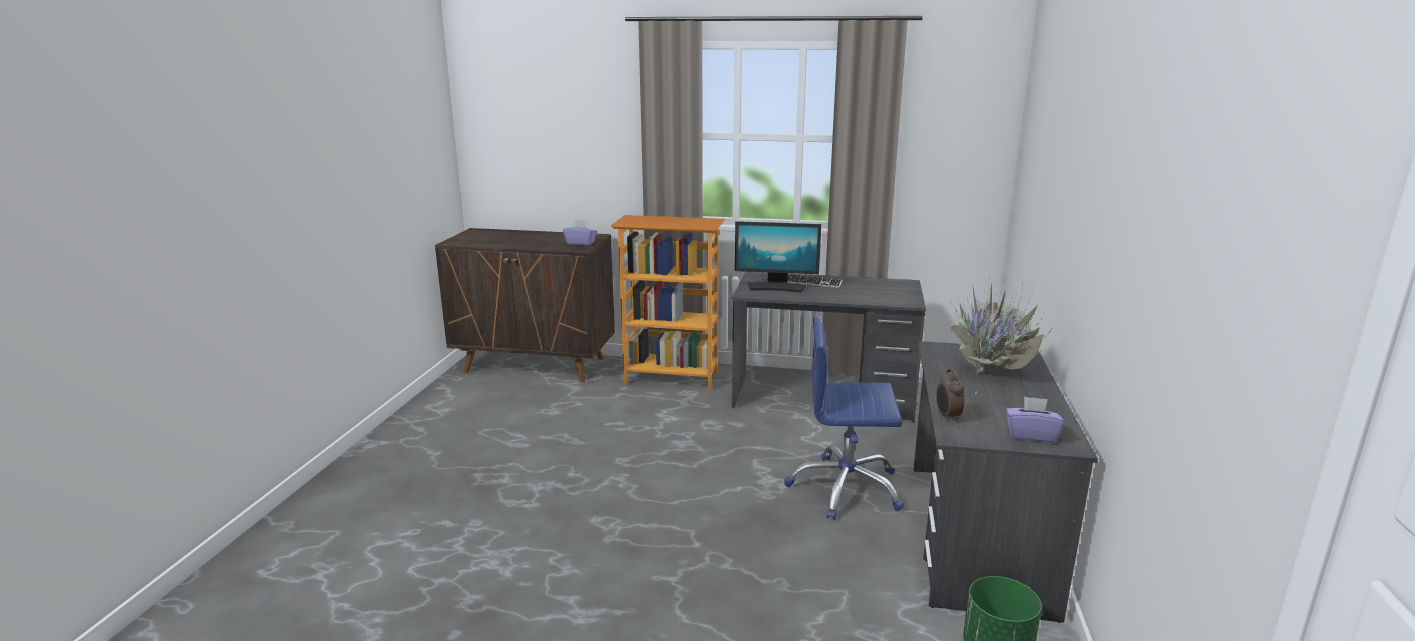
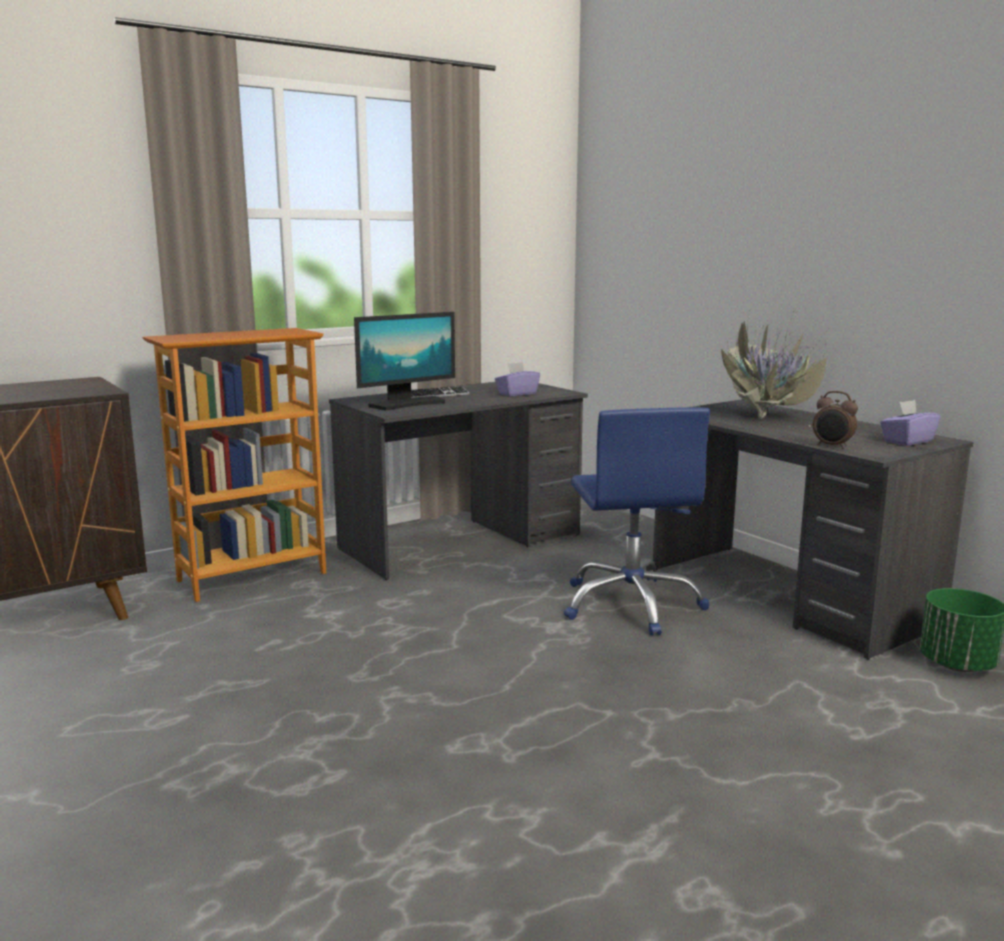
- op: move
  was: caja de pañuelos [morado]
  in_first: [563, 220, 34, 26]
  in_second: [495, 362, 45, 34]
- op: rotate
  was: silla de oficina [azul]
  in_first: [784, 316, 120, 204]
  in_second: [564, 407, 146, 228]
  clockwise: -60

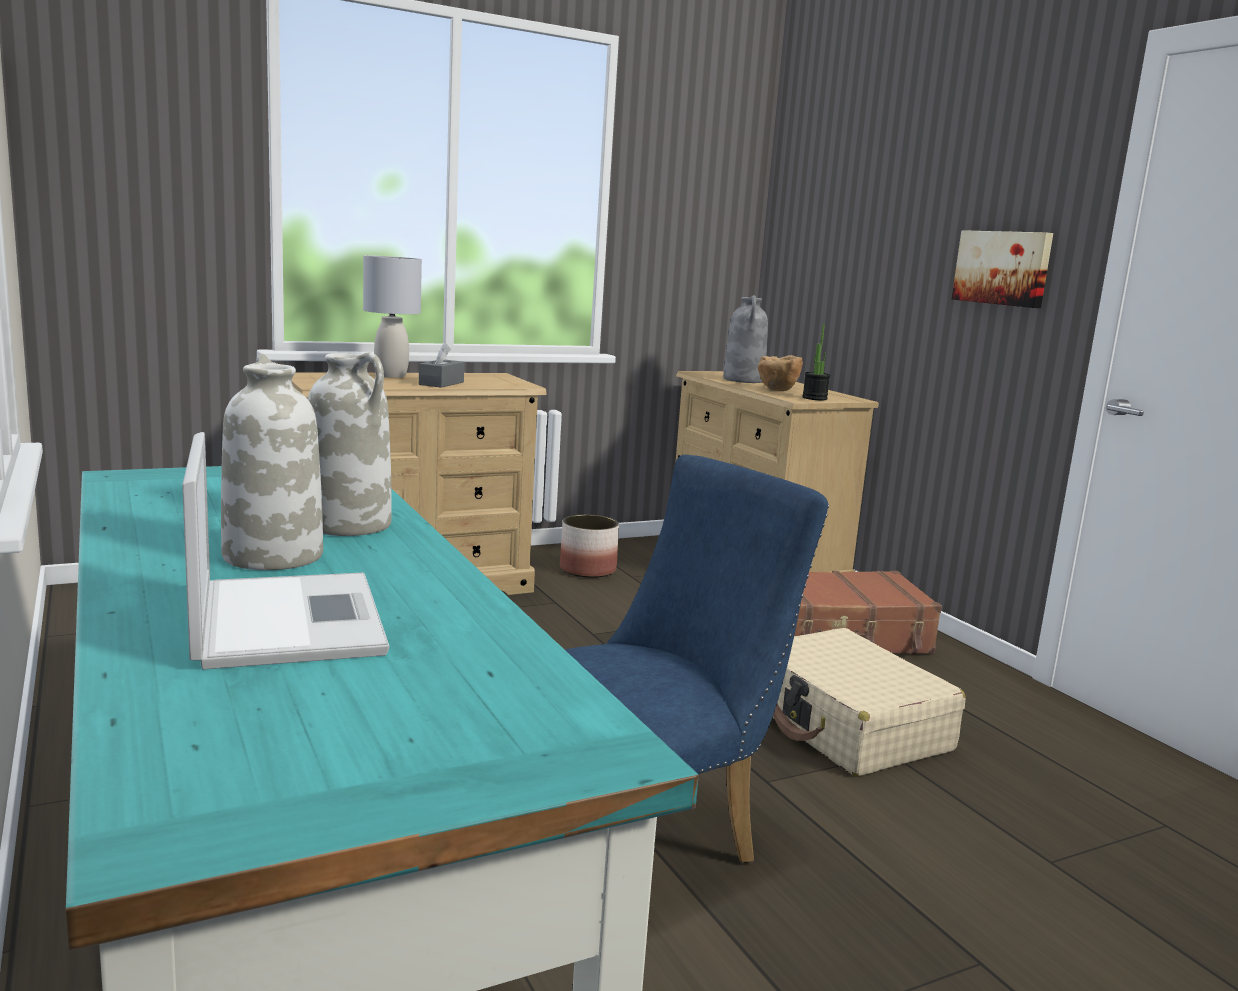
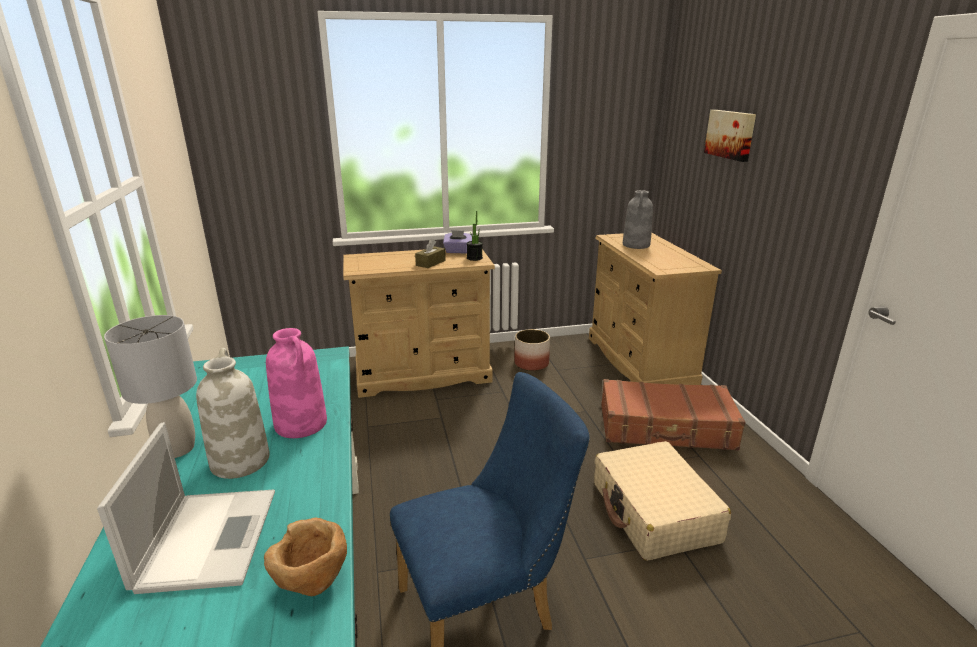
- op: insert
  now: caja de pañuelos [morado]
  in_second: [443, 230, 29, 24]
- op: move
  was: lámpara de mesa [gris]
  in_first: [363, 255, 59, 123]
  in_second: [104, 315, 93, 143]
- op: move
  was: cuenco [marrón]
  in_first: [758, 355, 45, 36]
  in_second: [264, 518, 83, 78]
- op: move
  was: planta en maceta
  in_first: [802, 324, 28, 76]
  in_second: [467, 211, 16, 50]
- op: move
  was: cuadro
  in_first: [952, 230, 101, 78]
  in_second: [704, 110, 52, 52]
- op: recolor
  was: florero [blanco]
  now: florero [rosa]
  in_first: [308, 352, 84, 184]
  in_second: [266, 328, 61, 110]
- op: recolor
  was: caja de pañuelos [gris]
  now: caja de pañuelos [marrón]
  in_first: [419, 342, 45, 46]
  in_second: [415, 239, 31, 29]

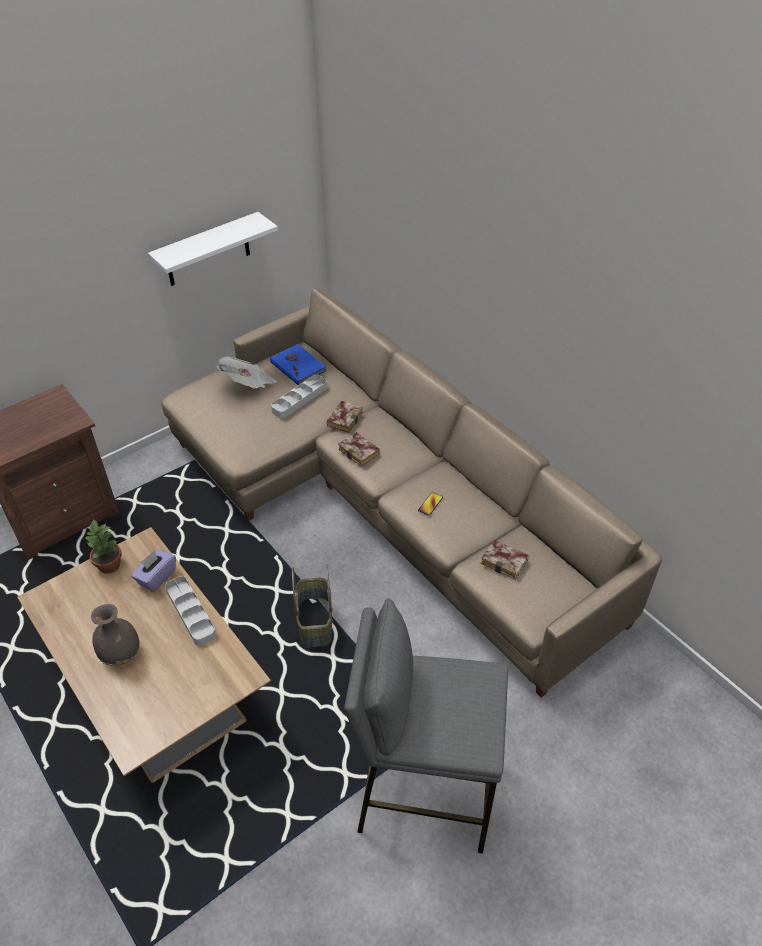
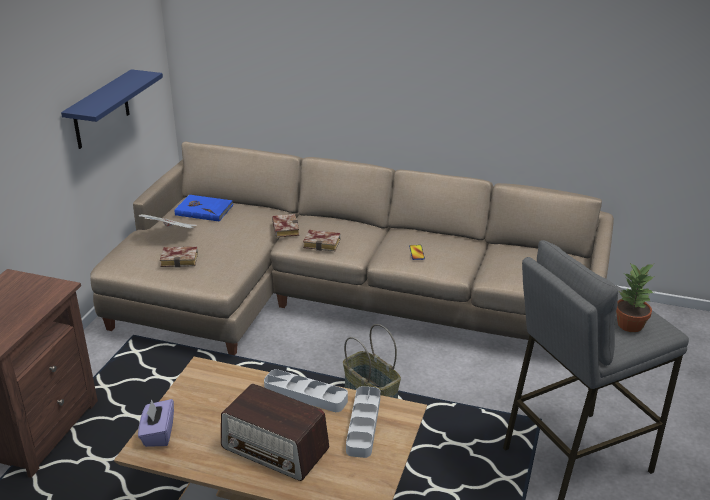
- op: move
  was: planta en maceta
  in_first: [86, 519, 36, 55]
  in_second: [616, 263, 38, 69]
- op: move
  was: caja de pañuelos [morado]
  in_first: [131, 549, 45, 43]
  in_second: [138, 399, 36, 48]
- op: move
  was: bandeja [gris]
  in_first: [271, 375, 56, 43]
  in_second: [346, 386, 34, 72]
- op: move
  was: libro
  in_first: [481, 539, 48, 41]
  in_second: [160, 247, 38, 21]
- op: replace
  was: florero [gris]
  now: radio
  in_first: [91, 604, 48, 62]
  in_second: [221, 384, 108, 97]
- op: recolor
  was: estante [blanco]
  now: estante [azul]
  in_first: [148, 212, 130, 74]
  in_second: [61, 69, 102, 80]

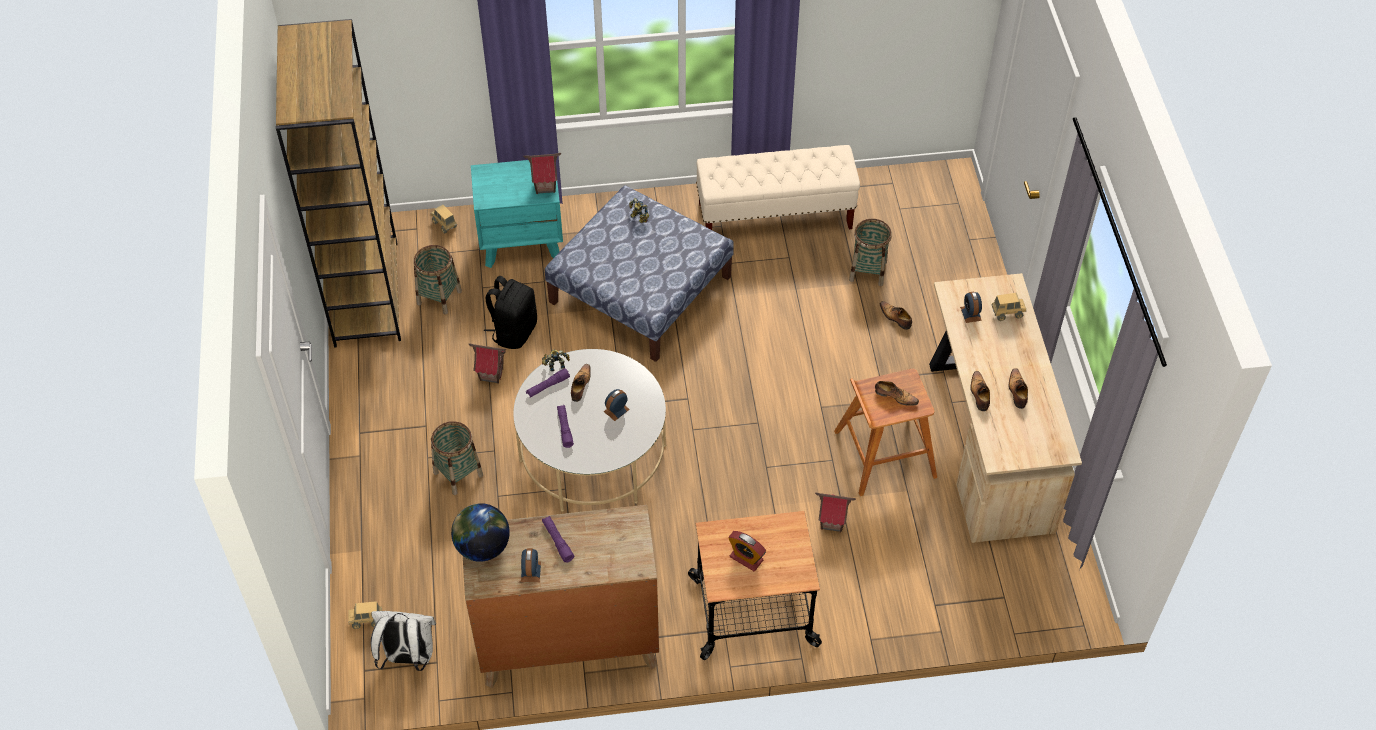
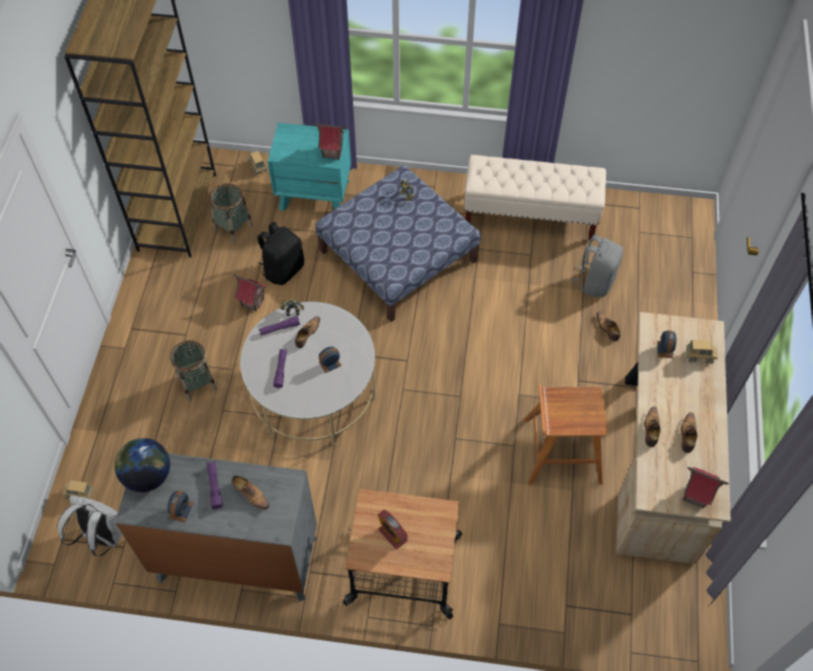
- op: move
  was: casita
  in_first: [815, 493, 41, 39]
  in_second: [683, 467, 46, 42]
- op: move
  was: zapato
  in_first: [875, 381, 44, 25]
  in_second: [232, 475, 37, 35]
- op: replace
  was: cesta
  now: mochila [gris]
  in_first: [849, 219, 43, 67]
  in_second: [570, 235, 53, 62]
- op: recolor
  was: cómoda [marrón]
  now: cómoda [gris]
  in_first: [463, 505, 196, 183]
  in_second: [115, 453, 202, 149]

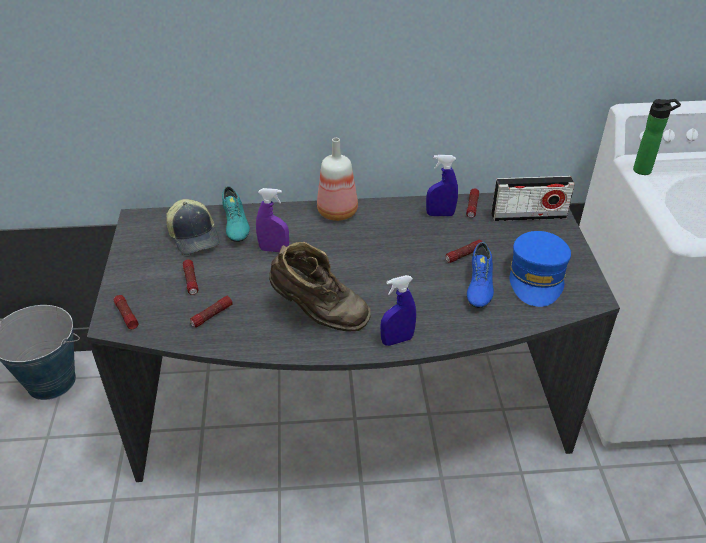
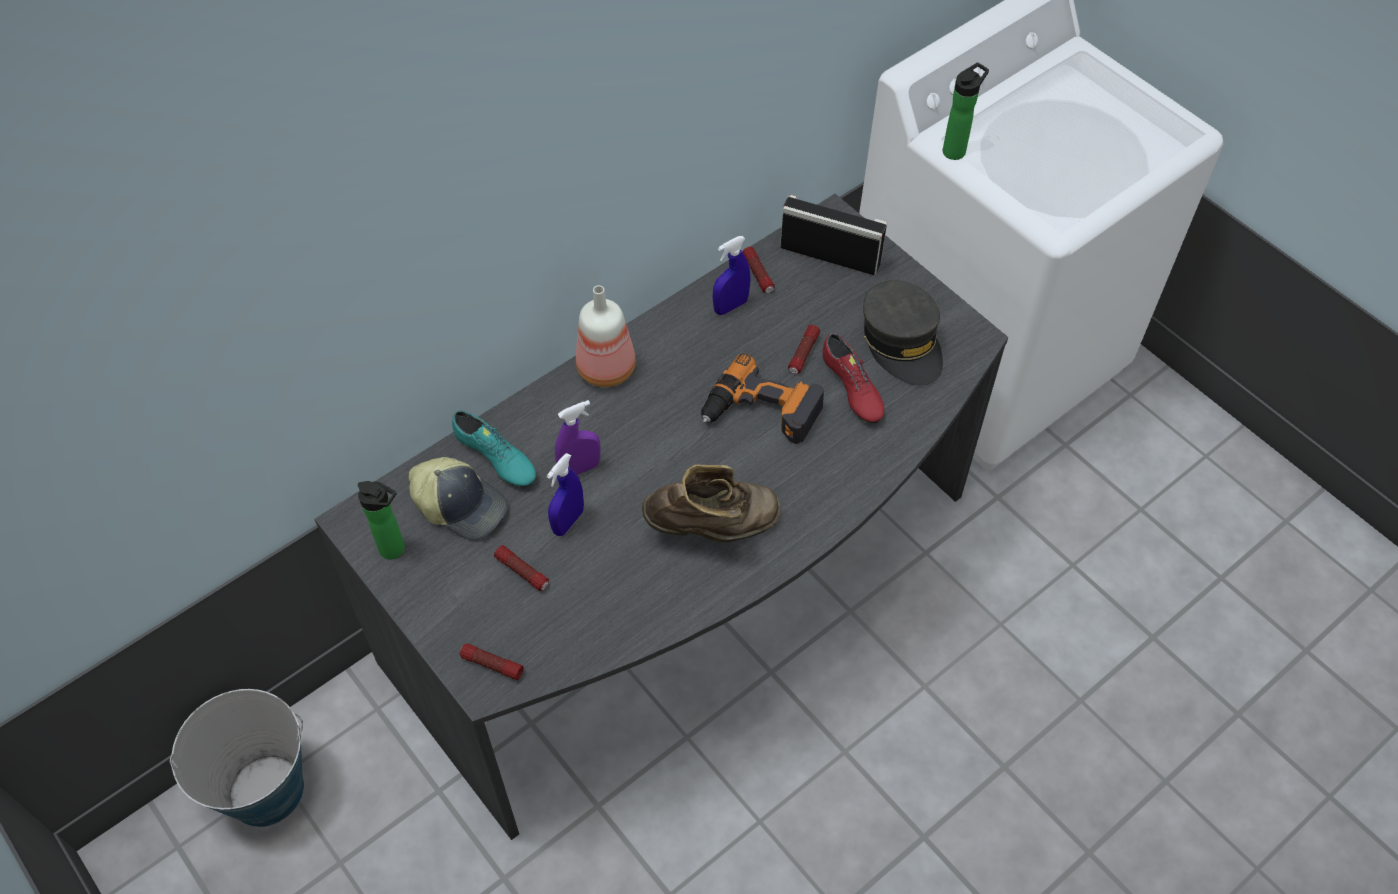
- op: delete
  was: linterna
  in_first: [190, 296, 43, 31]
- op: insert
  now: botella
  in_second: [357, 481, 48, 78]
- op: insert
  now: taladro
  in_second: [701, 354, 123, 90]
- op: move
  was: pulverizador [azul]
  in_first: [380, 275, 36, 71]
  in_second: [547, 453, 37, 83]
- op: recolor
  was: zapato [azul]
  now: zapato [rojo]
  in_first: [467, 242, 27, 66]
  in_second: [823, 333, 61, 90]
- op: recolor
  was: gorra [azul]
  now: gorra [gris]
  in_first: [510, 231, 61, 76]
  in_second: [863, 280, 80, 106]
- op: rotate
  was: radio
  in_first: [491, 176, 84, 45]
  in_second: [780, 195, 107, 80]
  clockwise: -120

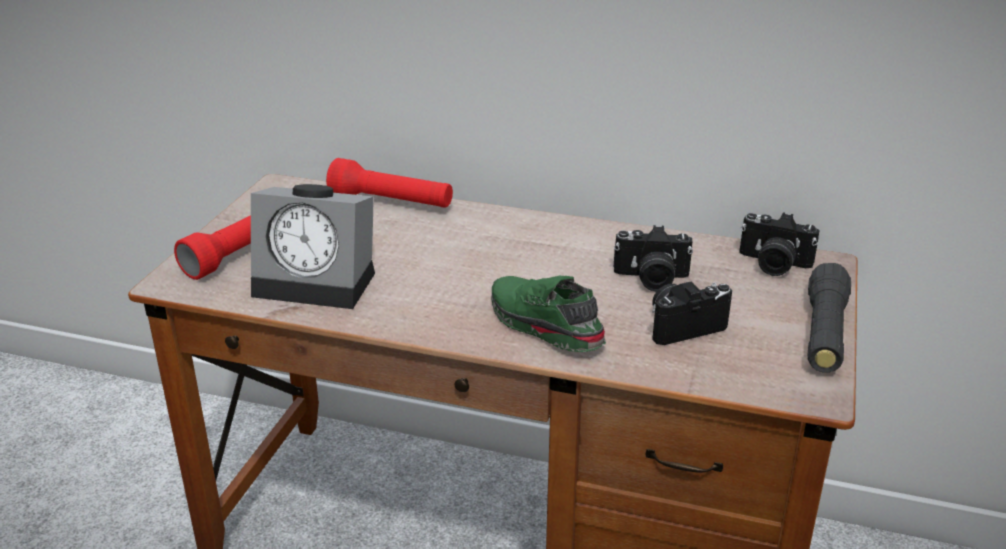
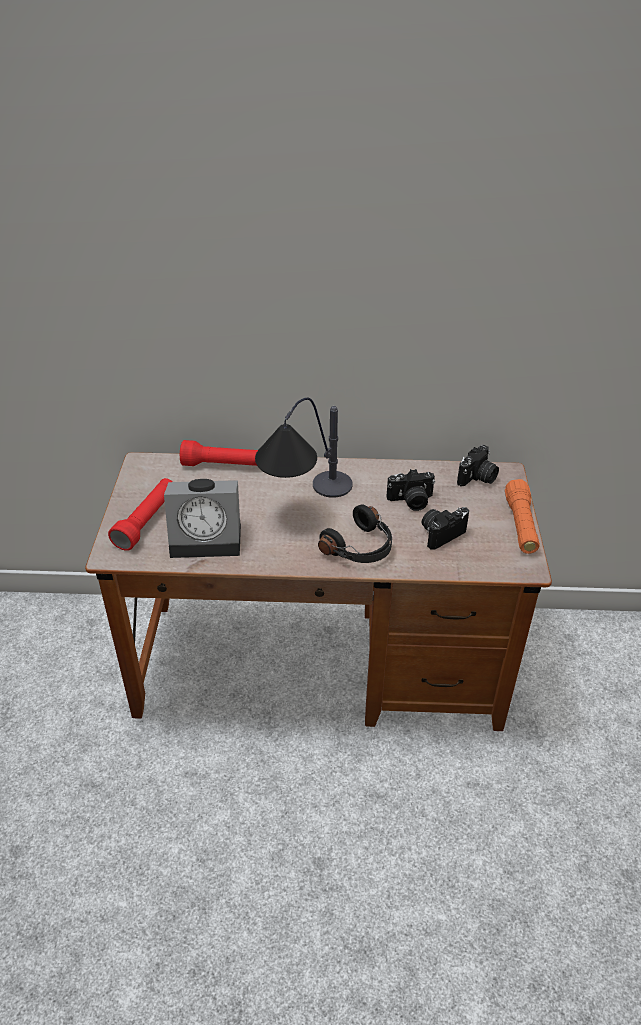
- op: insert
  now: lámpara de mesa
  in_second: [255, 398, 98, 100]
- op: replace
  was: zapato [verde]
  now: auriculares [negro]
  in_first: [491, 276, 115, 76]
  in_second: [318, 505, 74, 58]
- op: recolor
  was: linterna [negro]
  now: linterna [naranja]
  in_first: [807, 263, 44, 110]
  in_second: [505, 479, 35, 75]
- op: rotate
  was: cámara
  in_first: [739, 212, 81, 64]
  in_second: [457, 445, 42, 42]
  clockwise: -60

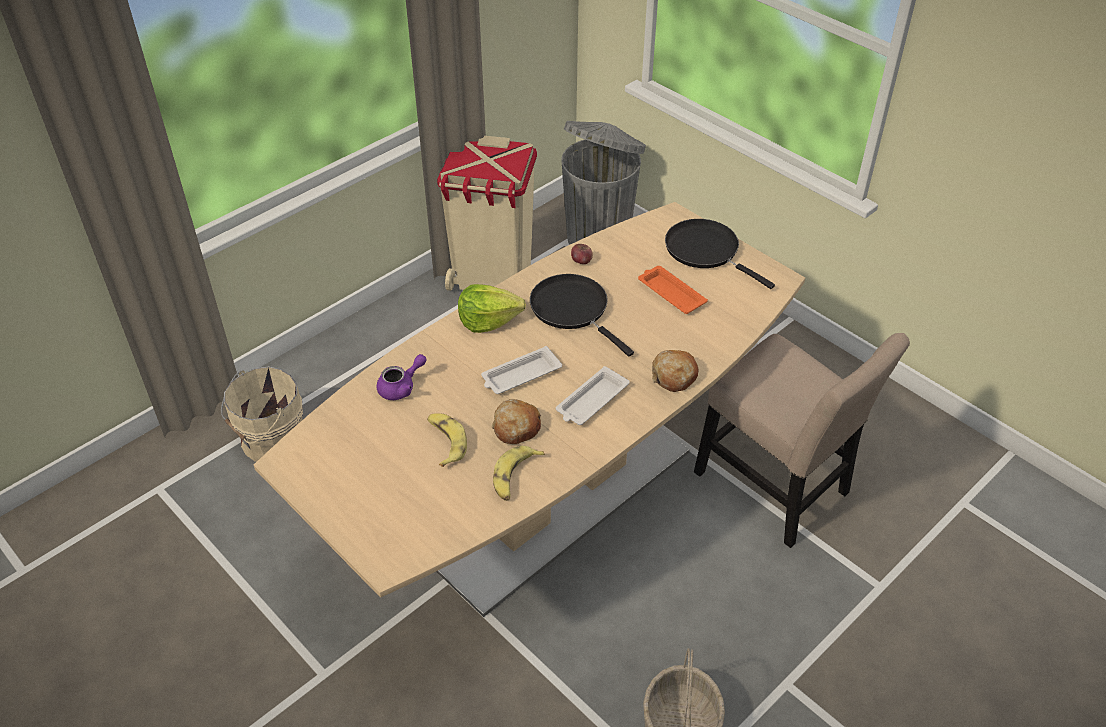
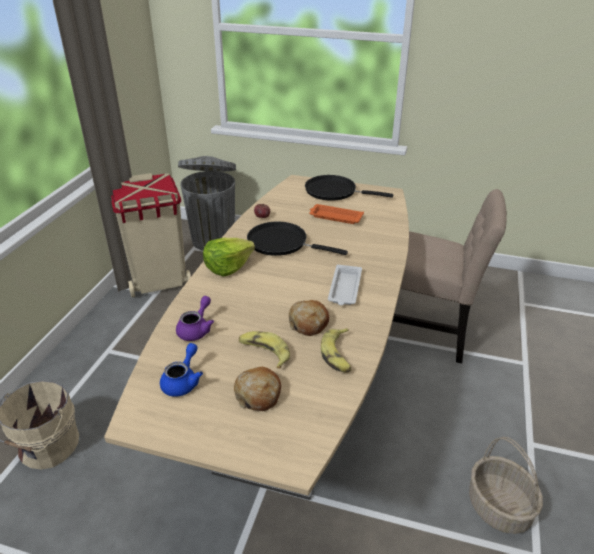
- op: delete
  was: bandeja [blanco]
  in_first: [481, 346, 81, 48]
- op: insert
  now: tetera [azul]
  in_second: [160, 343, 43, 54]
- op: move
  was: pan
  in_first: [652, 350, 47, 42]
  in_second: [234, 367, 47, 44]

